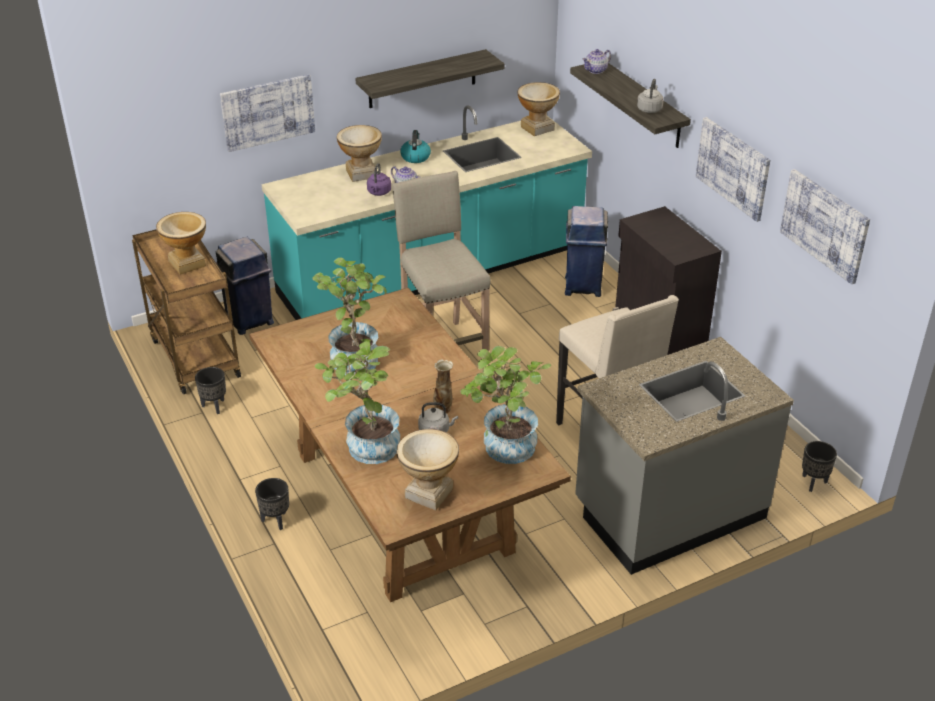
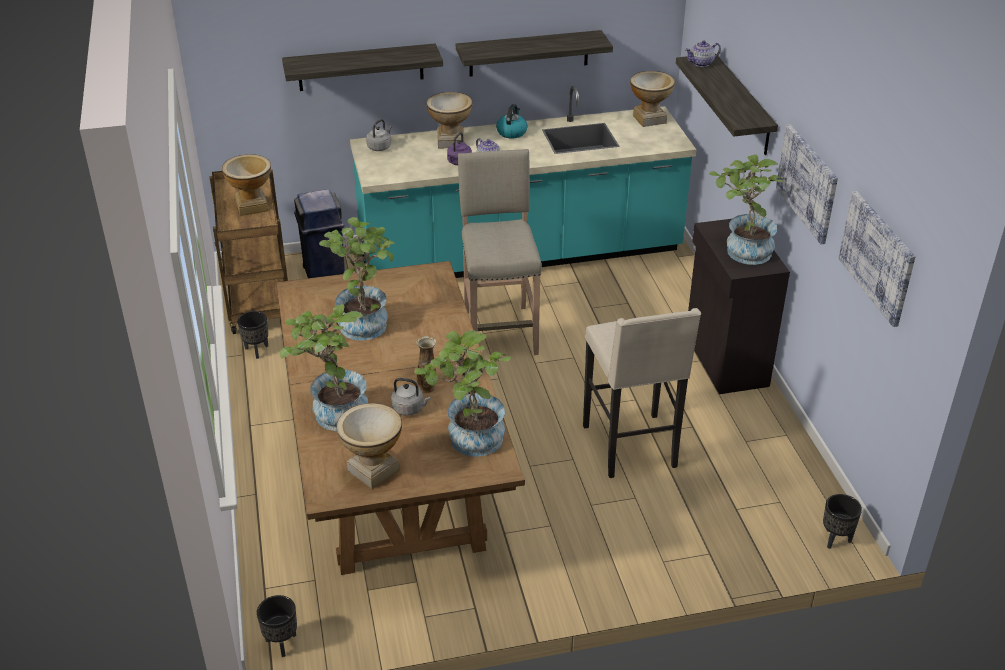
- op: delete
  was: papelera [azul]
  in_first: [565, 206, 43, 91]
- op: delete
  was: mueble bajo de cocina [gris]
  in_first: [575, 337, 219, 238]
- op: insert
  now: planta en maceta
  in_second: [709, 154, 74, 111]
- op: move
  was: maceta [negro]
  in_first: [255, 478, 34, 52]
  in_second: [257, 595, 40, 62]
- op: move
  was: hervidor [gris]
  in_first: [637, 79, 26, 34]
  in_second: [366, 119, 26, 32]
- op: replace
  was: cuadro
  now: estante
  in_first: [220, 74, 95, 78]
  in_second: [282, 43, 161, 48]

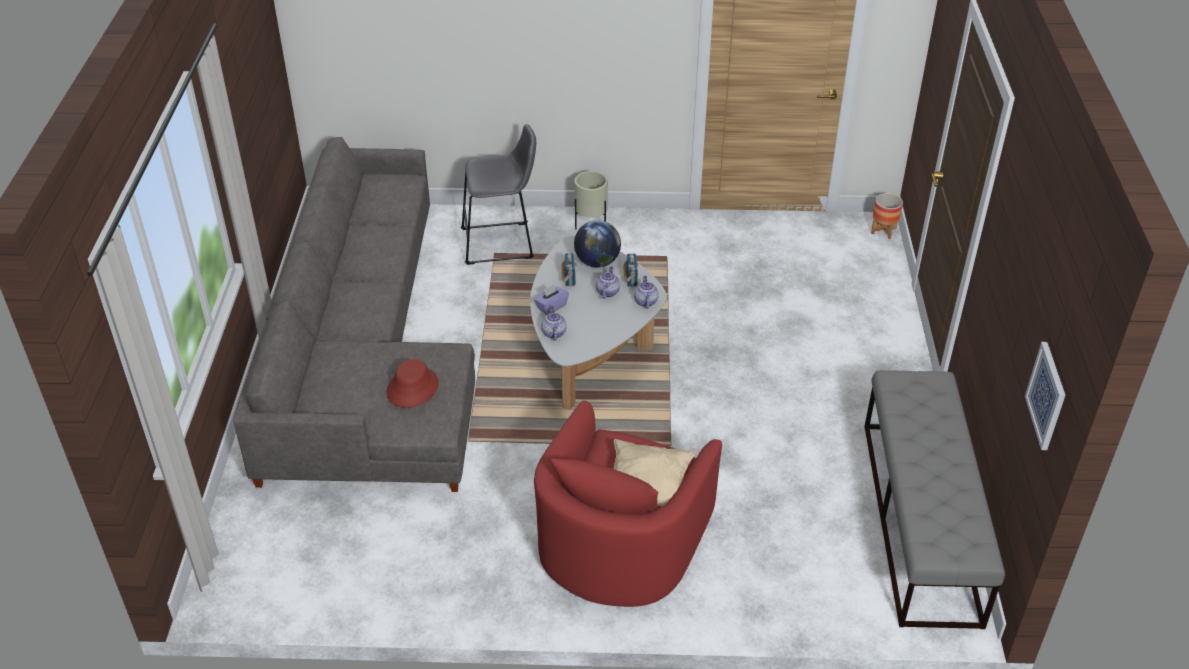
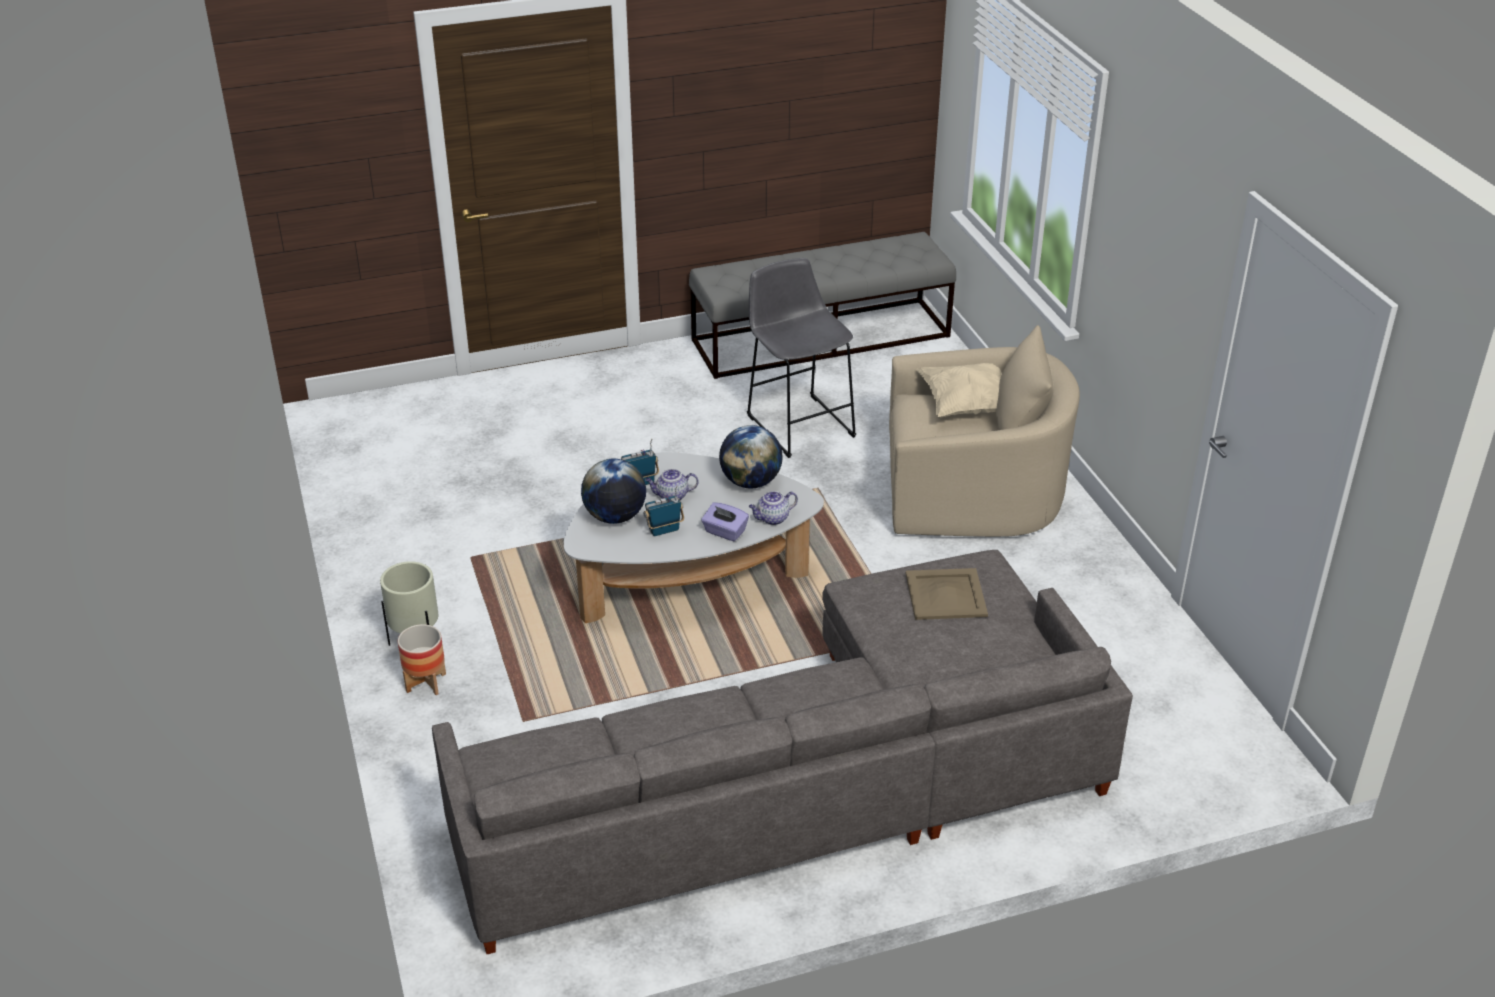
- op: delete
  was: tetera
  in_first: [634, 276, 25, 33]
- op: delete
  was: cuadro
  in_first: [1025, 342, 40, 108]
- op: insert
  now: globo terráqueo
  in_second: [719, 425, 64, 63]
- op: move
  was: taburete [gris]
  in_first: [461, 124, 75, 141]
  in_second: [747, 258, 109, 200]
- op: move
  was: maceta
  in_first: [871, 193, 32, 46]
  in_second: [398, 624, 48, 71]
- op: replace
  was: sombrero [rojo]
  now: bandeja [beis]
  in_first: [387, 359, 52, 49]
  in_second: [906, 568, 82, 52]
- op: recolor
  was: sillón [rojo]
  now: sillón [beis]
  in_first: [534, 400, 188, 207]
  in_second: [889, 325, 191, 212]

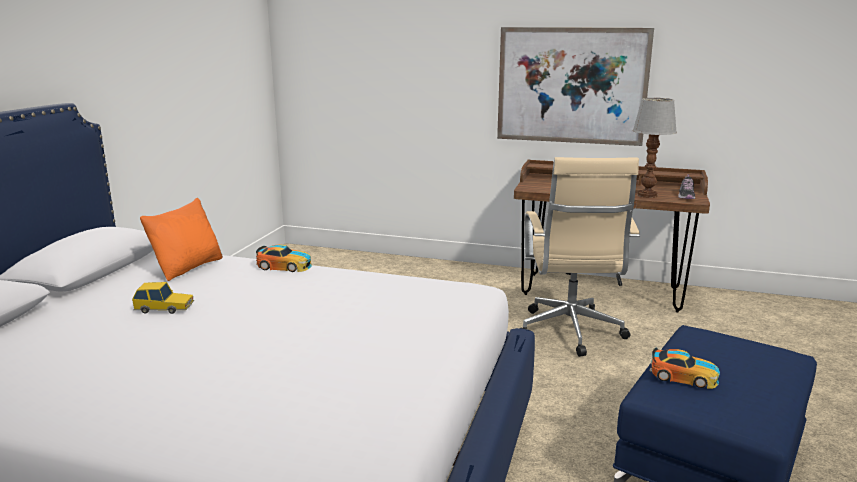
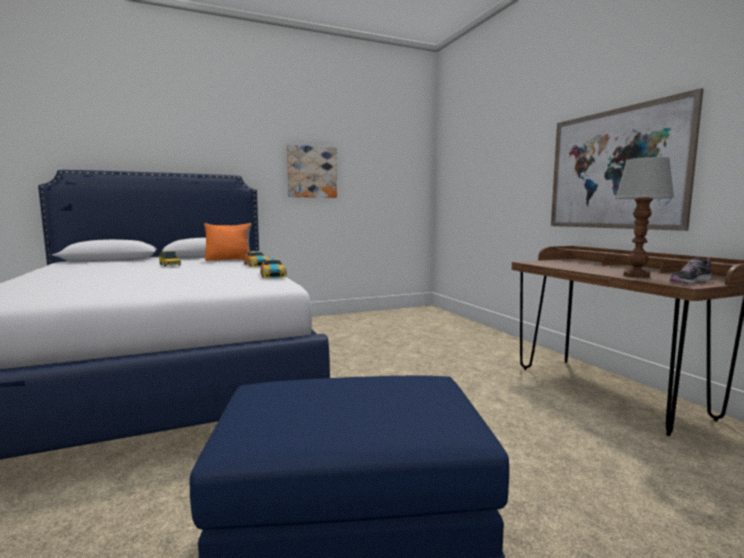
- op: delete
  was: silla de oficina [beis]
  in_first: [520, 157, 120, 200]
- op: insert
  now: cuadro
  in_second: [287, 144, 50, 54]
- op: move
  was: coche de juguete
  in_first: [649, 348, 71, 41]
  in_second: [260, 258, 26, 20]

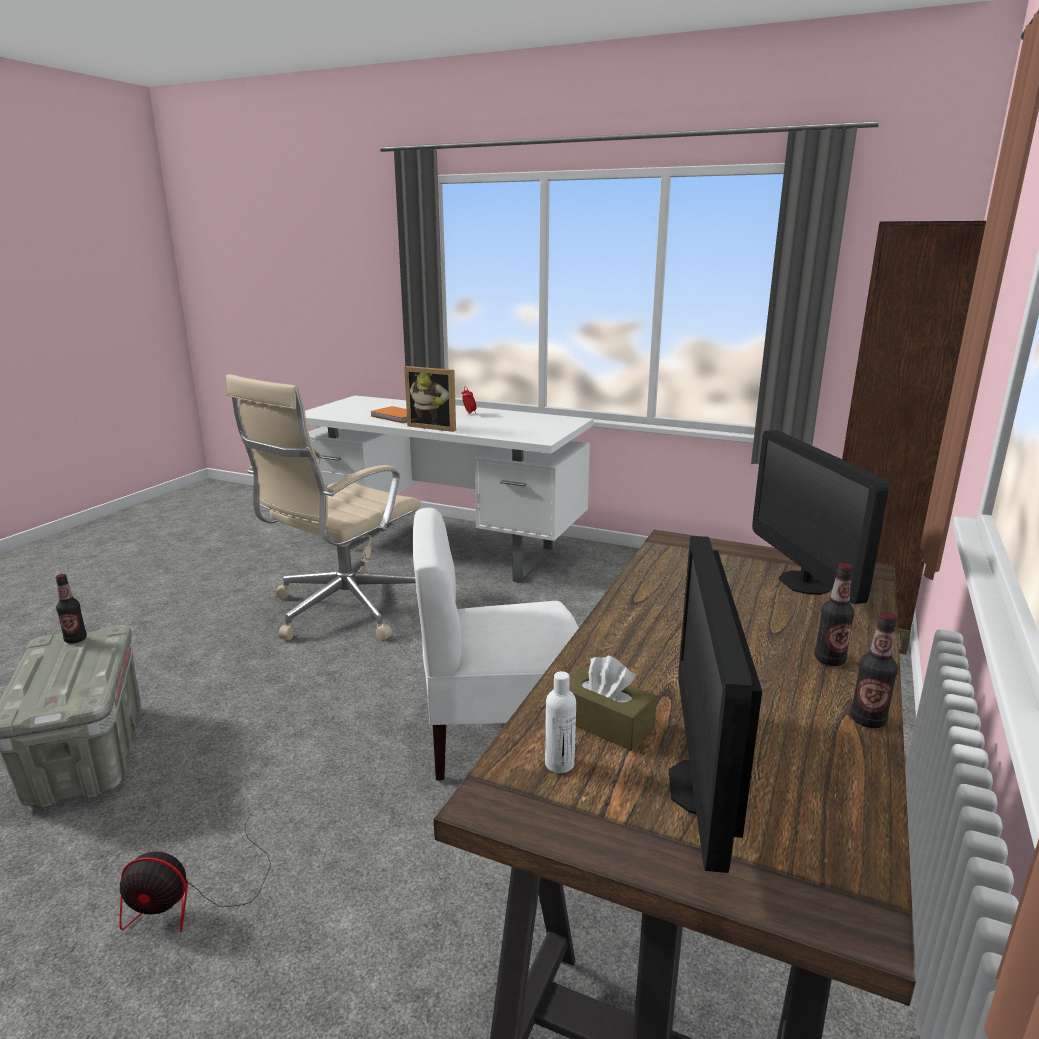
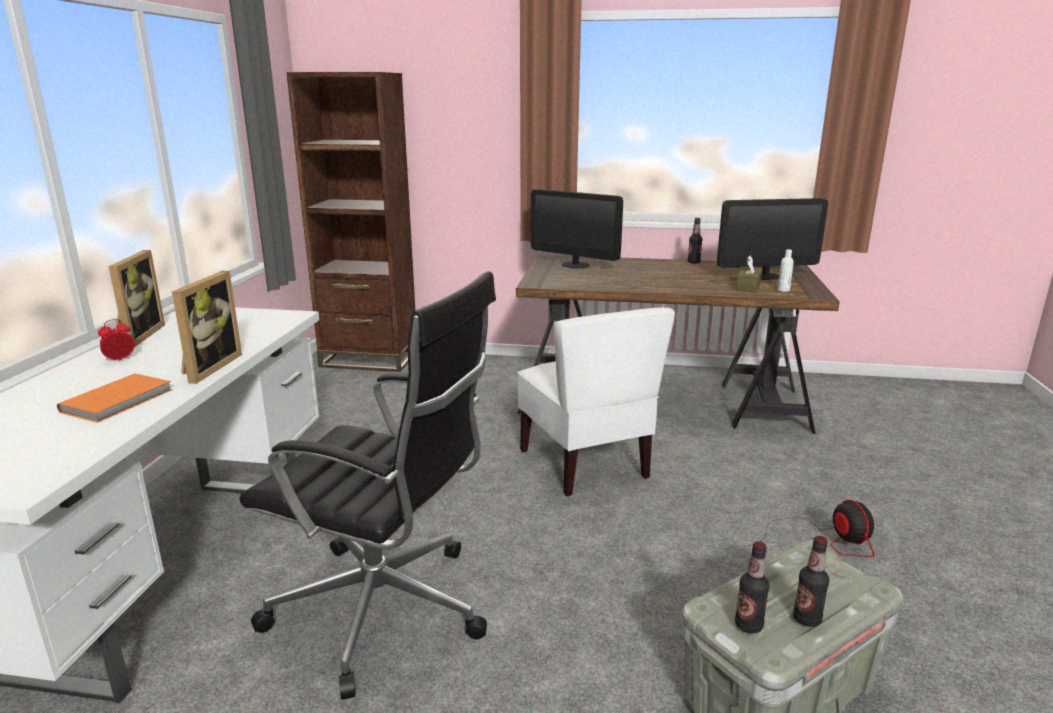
- op: insert
  now: portarretratos
  in_second: [108, 250, 57, 98]
- op: move
  was: botella
  in_first: [814, 563, 41, 103]
  in_second: [793, 536, 36, 91]
- op: recolor
  was: silla de oficina [beis]
  now: silla de oficina [negro]
  in_first: [225, 374, 196, 266]
  in_second: [239, 271, 257, 429]
- op: rotate
  was: monitor
  in_first: [752, 430, 137, 174]
  in_second: [531, 189, 92, 80]
  clockwise: 60

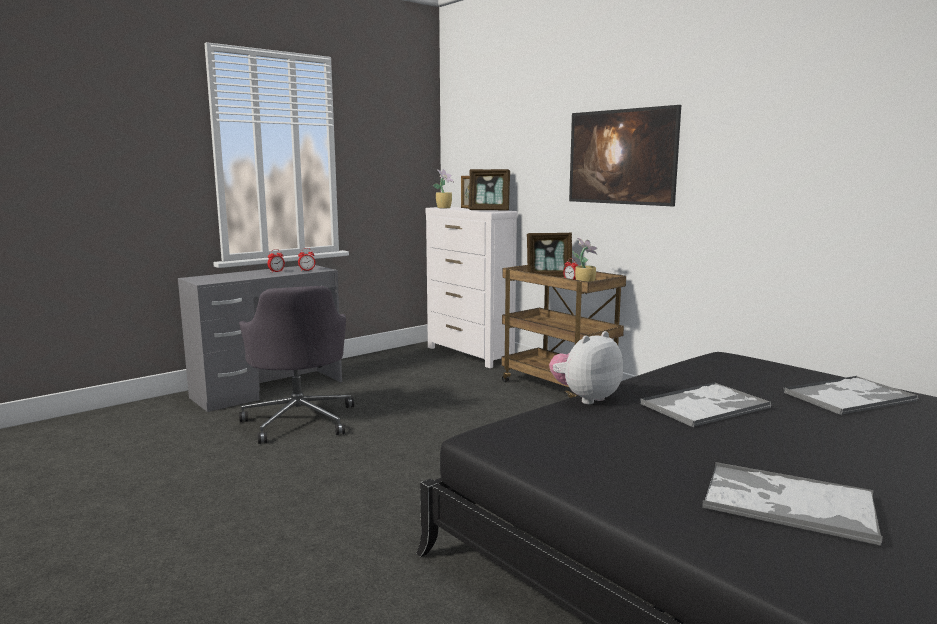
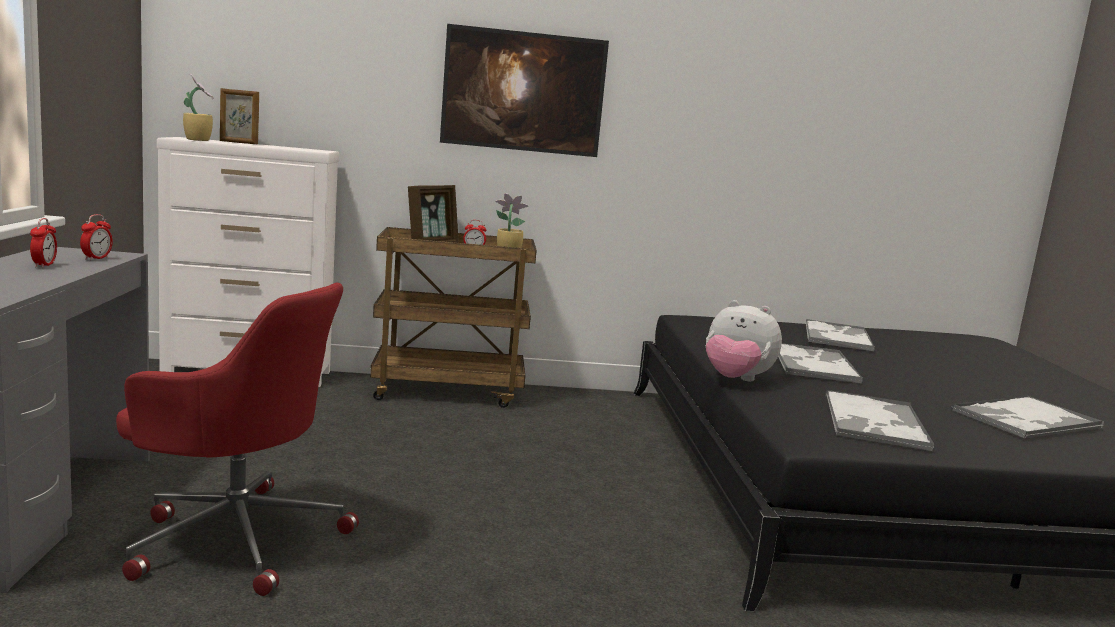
- op: delete
  was: portarretratos
  in_first: [469, 169, 41, 42]
- op: insert
  now: bandeja
  in_second: [825, 390, 109, 61]
- op: recolor
  was: silla de oficina [gris]
  now: silla de oficina [rojo]
  in_first: [239, 286, 115, 158]
  in_second: [116, 283, 243, 313]
- op: rotate
  was: peluche
  in_first: [549, 331, 74, 73]
  in_second: [706, 300, 76, 81]
  clockwise: -60

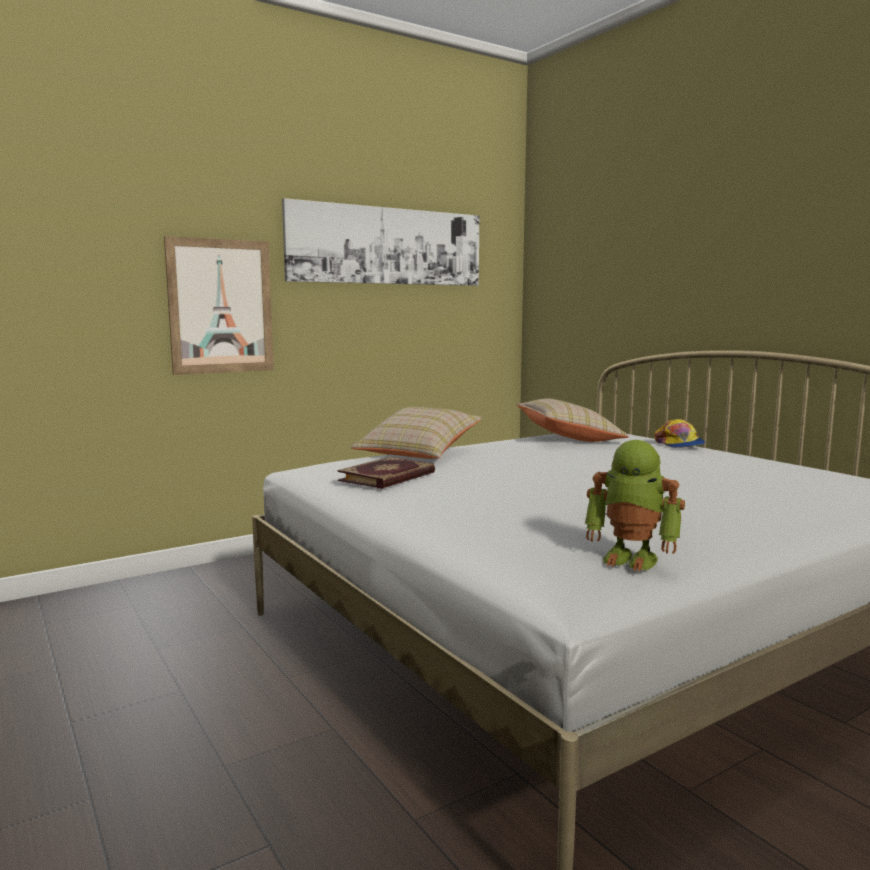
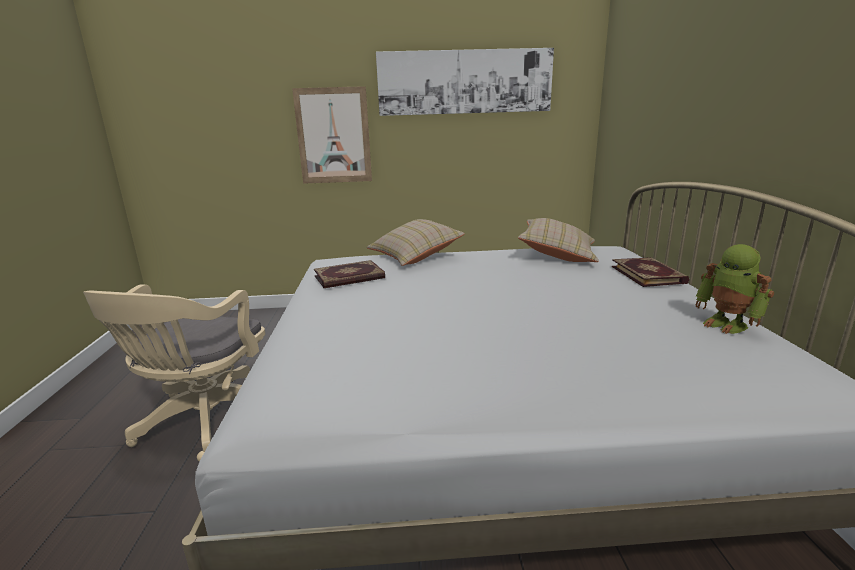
- op: insert
  now: silla de oficina [beis]
  in_second: [83, 284, 183, 178]
- op: move
  was: robot de juguete
  in_first: [585, 440, 100, 131]
  in_second: [696, 244, 78, 90]
- op: replace
  was: gorra
  now: libro
  in_first: [654, 419, 52, 29]
  in_second: [611, 257, 78, 30]

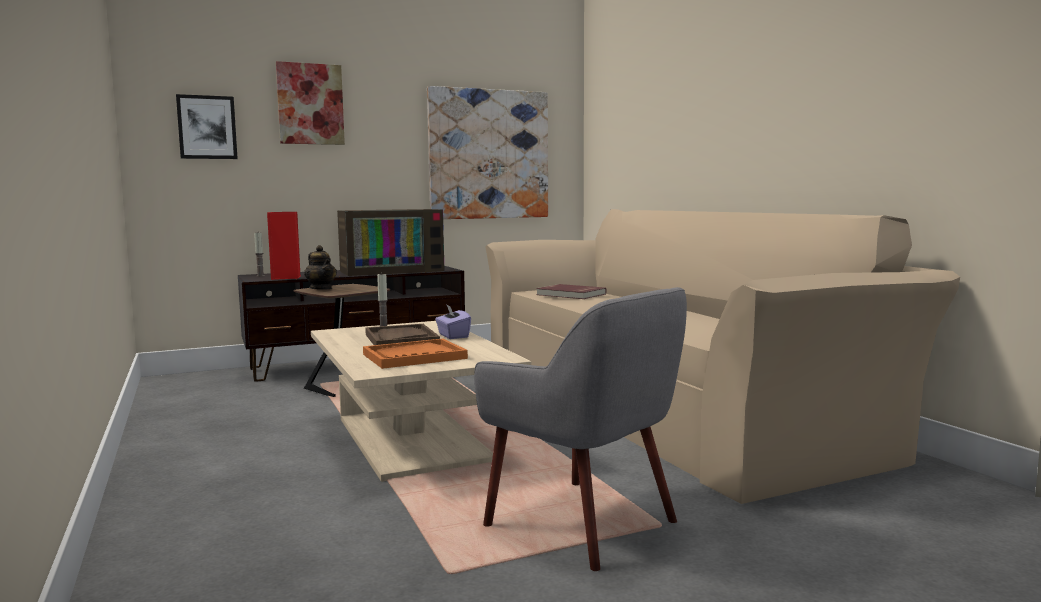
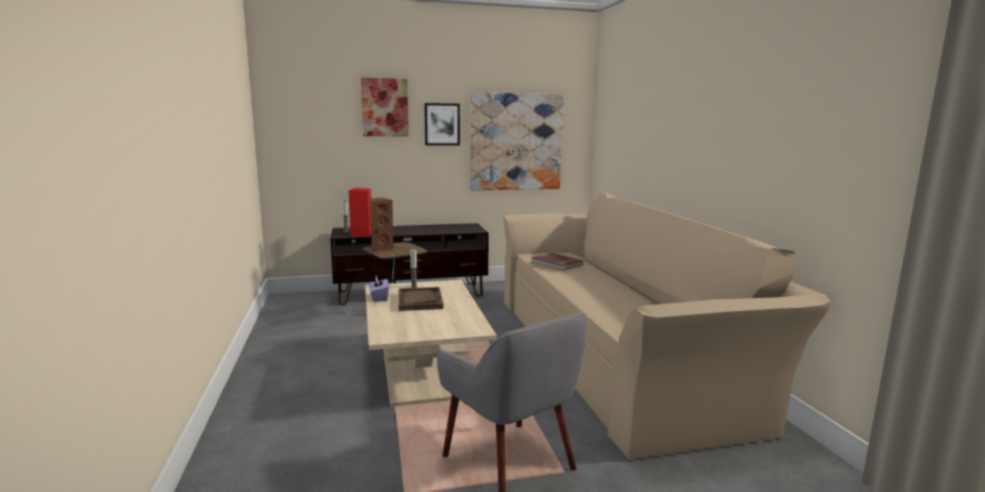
- op: delete
  was: televisor
  in_first: [337, 209, 108, 67]
- op: delete
  was: bandeja [naranja]
  in_first: [363, 338, 105, 31]
- op: move
  was: cuadro
  in_first: [176, 94, 62, 65]
  in_second: [424, 103, 36, 42]
- op: move
  was: caja de pañuelos [morado]
  in_first: [435, 304, 36, 35]
  in_second: [369, 276, 20, 26]
- op: replace
  was: tetera
  now: altavoz [marrón]
  in_first: [304, 245, 33, 45]
  in_second: [370, 198, 23, 53]

